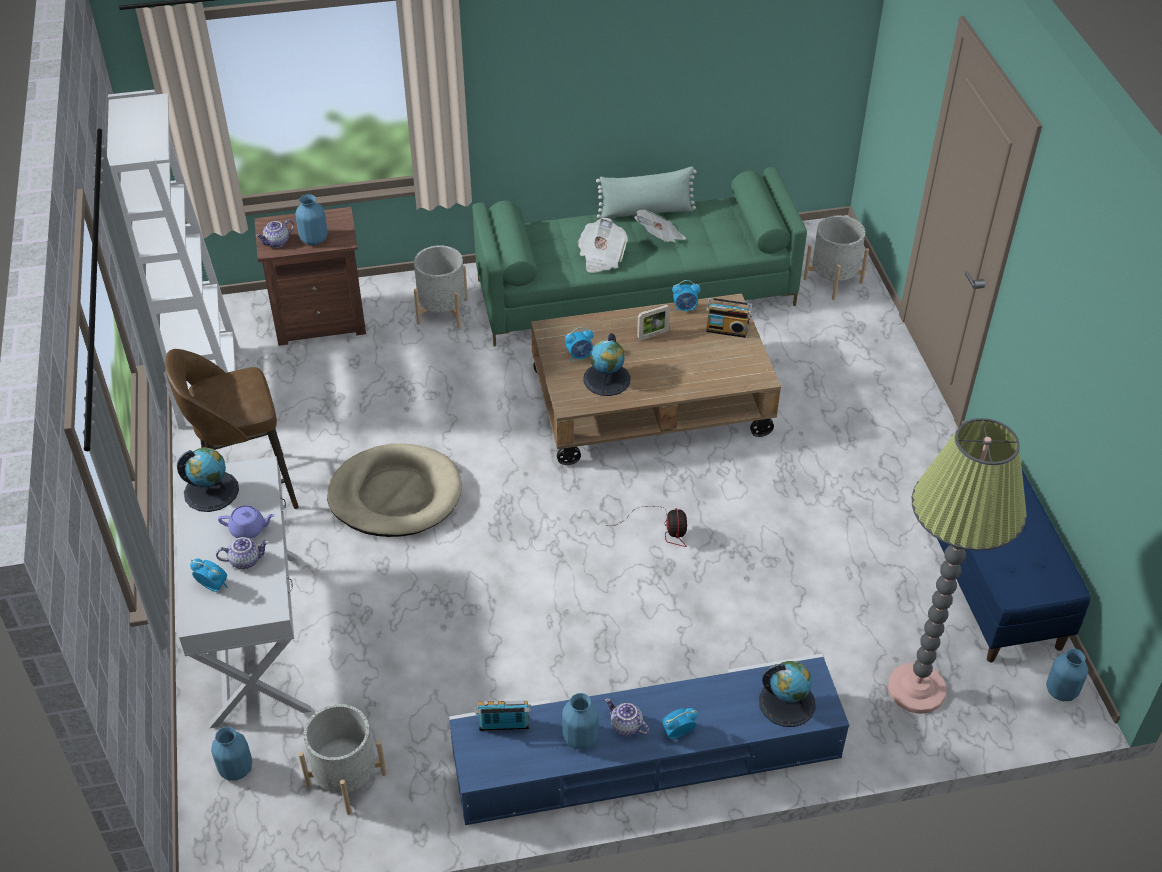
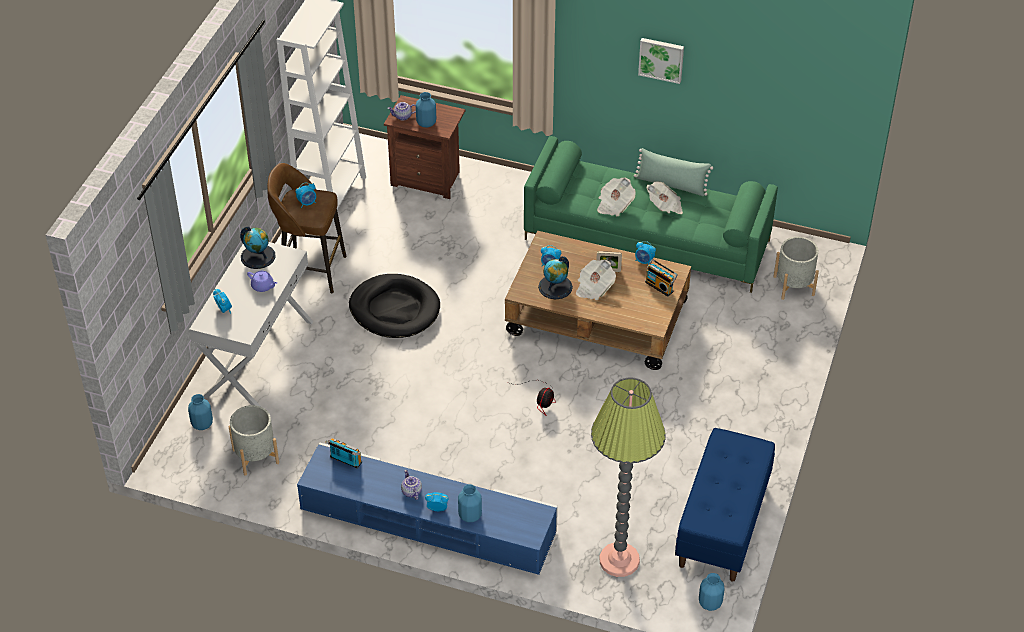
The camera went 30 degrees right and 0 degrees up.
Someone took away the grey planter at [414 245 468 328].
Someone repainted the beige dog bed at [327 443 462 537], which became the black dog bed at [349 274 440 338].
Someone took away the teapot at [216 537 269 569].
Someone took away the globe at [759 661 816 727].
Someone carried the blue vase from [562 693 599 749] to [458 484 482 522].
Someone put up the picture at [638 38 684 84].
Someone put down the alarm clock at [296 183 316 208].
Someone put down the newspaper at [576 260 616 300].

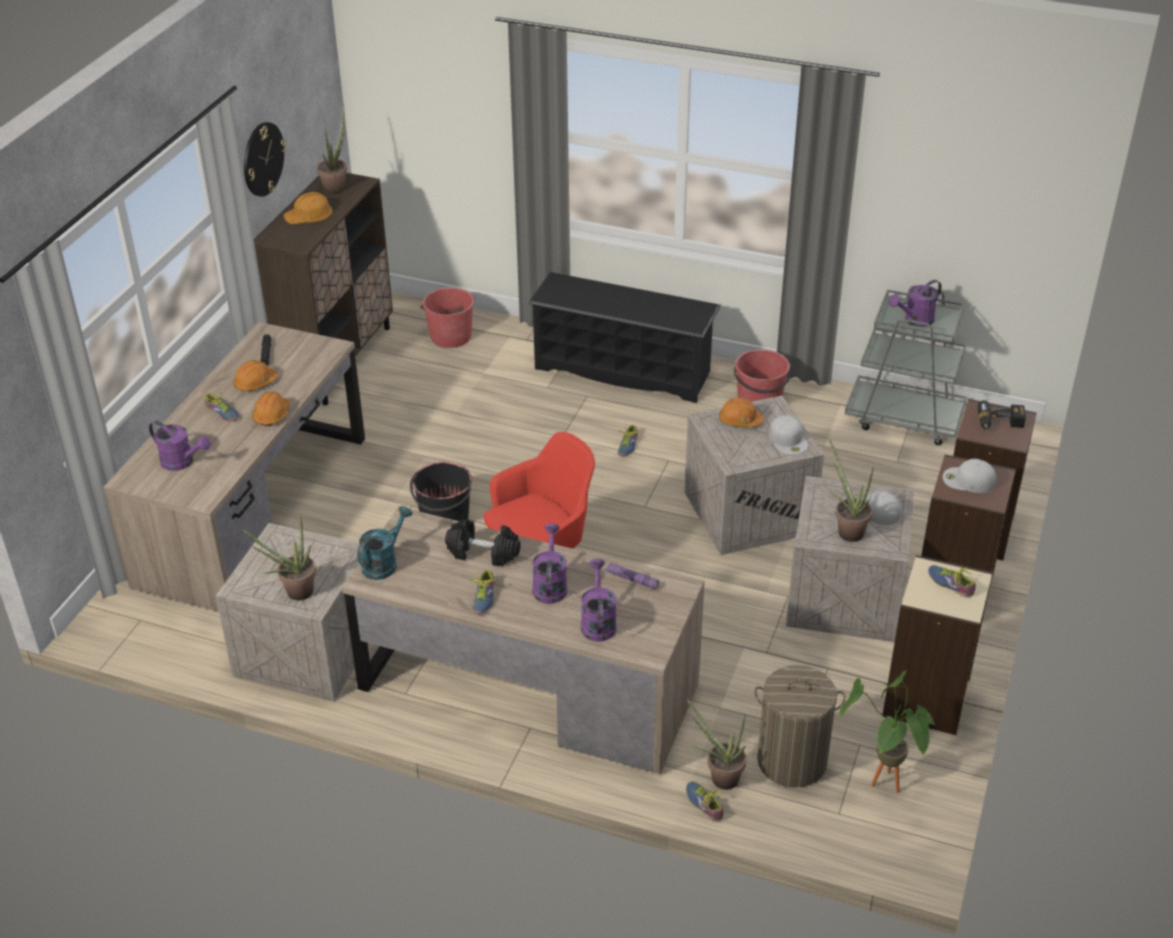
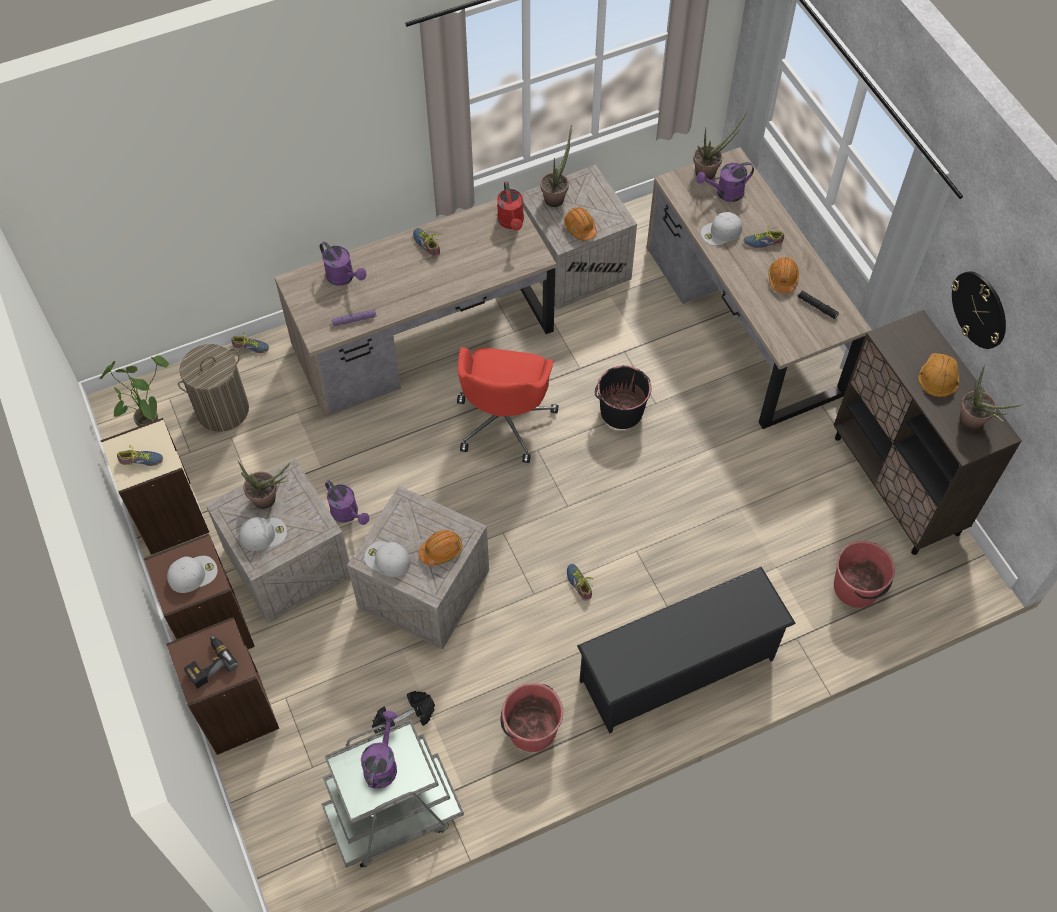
The camera went 135 degrees right and 20 degrees up.
Someone carried the orange hard hat from [252 391 290 426] to [564 207 597 241].
Someone repainted the turquoise watering can at [357 506 412 580], which became the red watering can at [497 182 524 231].
Someone carried the black dumbbell from [445 519 521 566] to [372 691 435 735].
Someone carried the purple watering can from [532 523 567 604] to [325 481 369 525].
Someone carried the potted plant from [685 697 746 790] to [693 112 747 180].
Someone put down the white cap at [701 212 742 246].

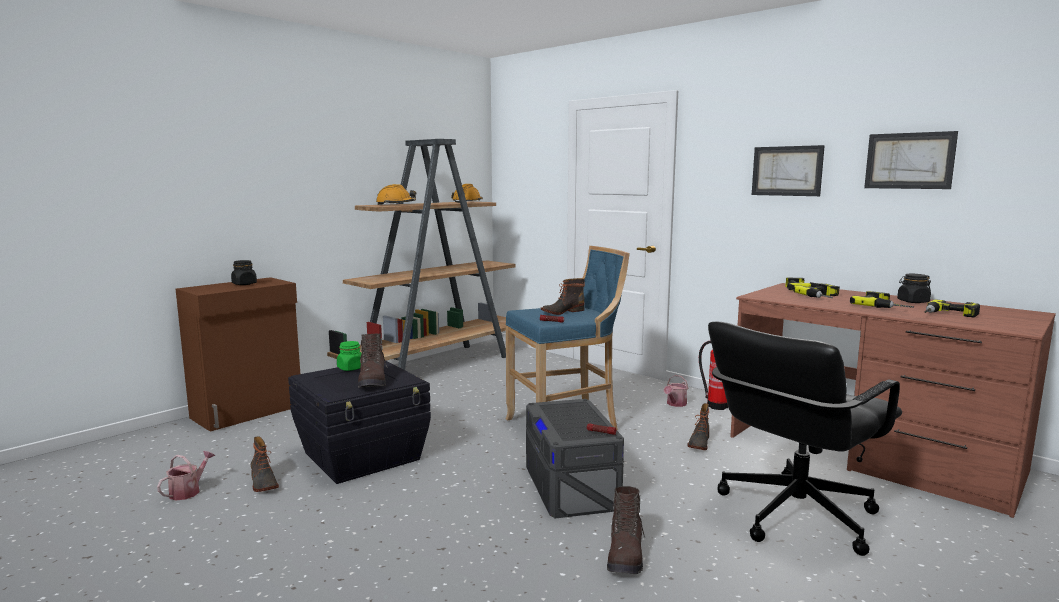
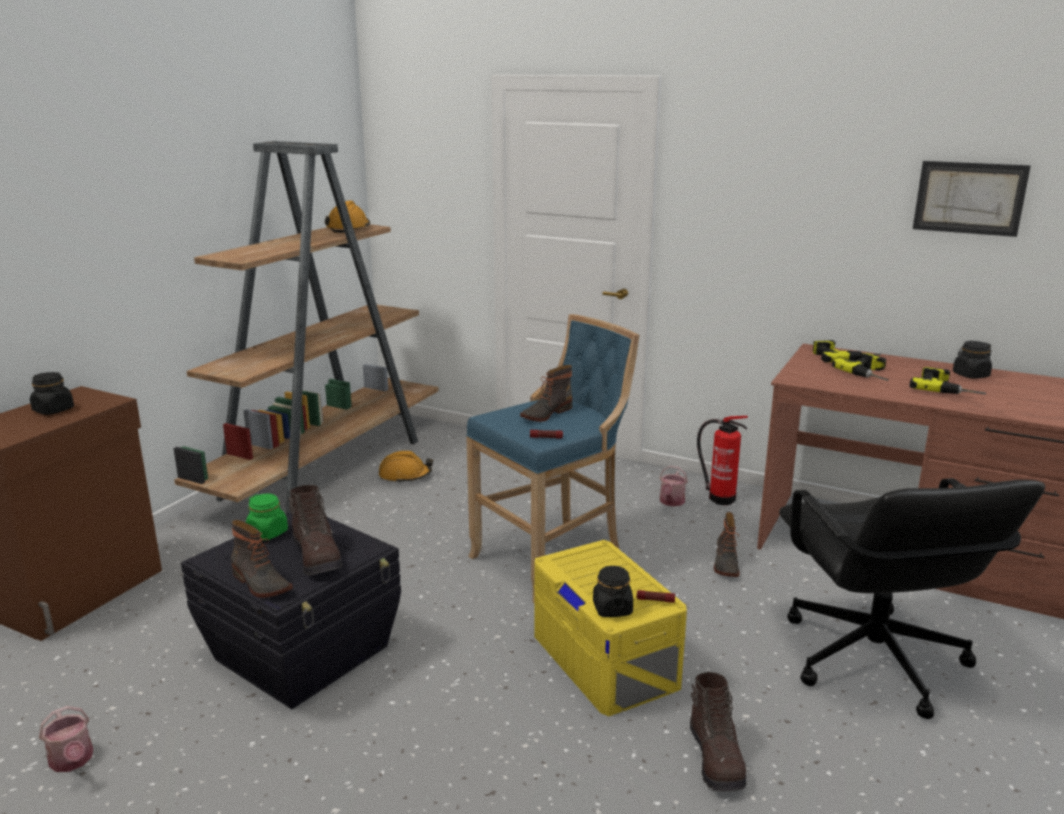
The camera went 15 degrees left and 10 degrees up.
Someone took away the picture at [752 145 825 196].
Someone carried the orange hard hat from [376 184 416 205] to [379 451 433 483].
Someone took away the power drill at [924 299 980 318].
Someone rotated the black office chair at [708 322 902 556] by 45 degrees counterclockwise.
Someone repainted the grey storage box at [526 399 624 518], which became the yellow storage box at [534 540 687 716].
Someone carried the boot from [251 436 279 492] to [231 520 293 598].
Someone rotated the watering can at [157 451 215 501] by 135 degrees clockwise.
Someone put down the black jar at [593 565 633 617].

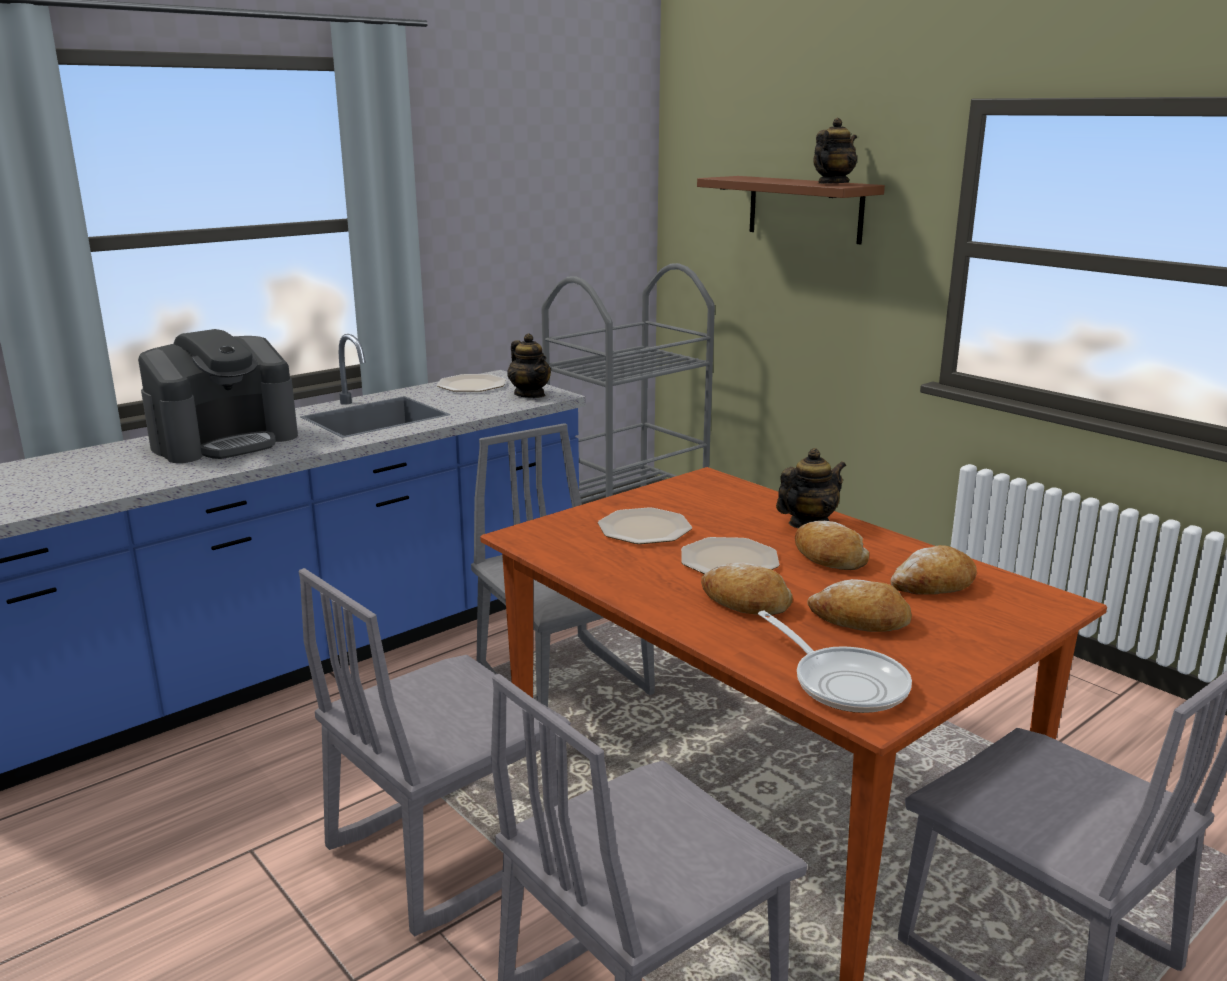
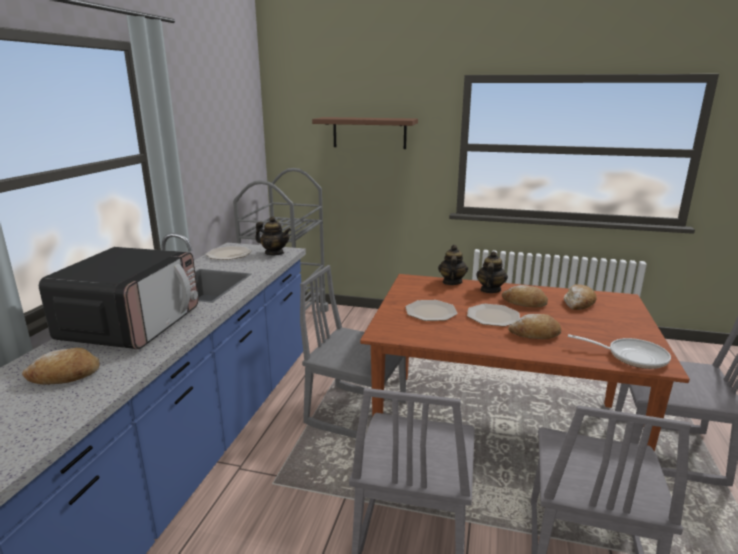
The camera went 35 degrees left and 0 degrees up.
Someone carried the teapot from [813 118 857 184] to [438 245 468 285].
Someone swapped the coffee machine at [138 329 298 463] for the microwave at [39 247 198 349].
Someone carried the bread from [807 579 912 632] to [22 348 99 385].

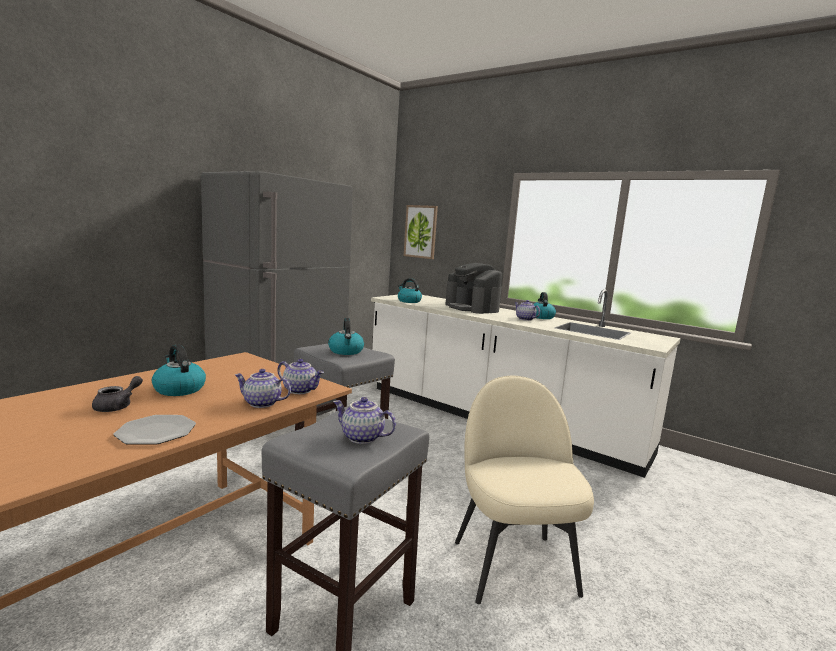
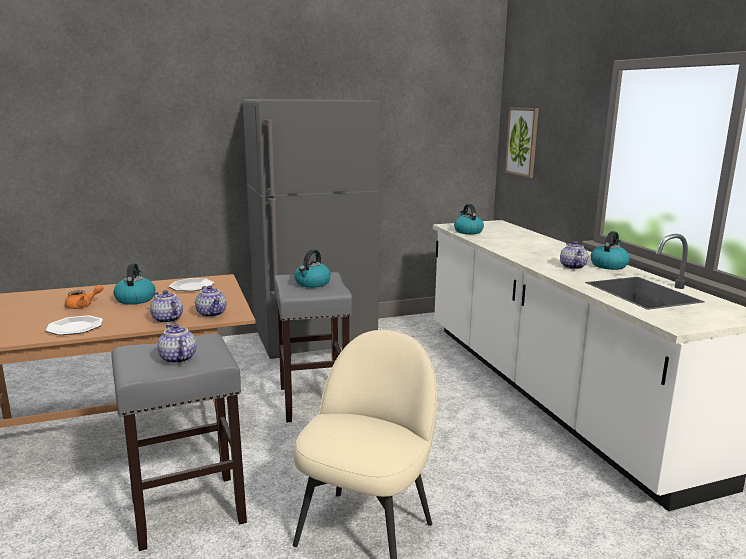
The camera went 35 degrees right and 5 degrees up.
Someone took away the coffee machine at [445 263 502 314].
Someone repainted the grey teapot at [92 376 143 412], which became the orange teapot at [65 285 103 309].
Someone put down the plate at [169 278 214 291].

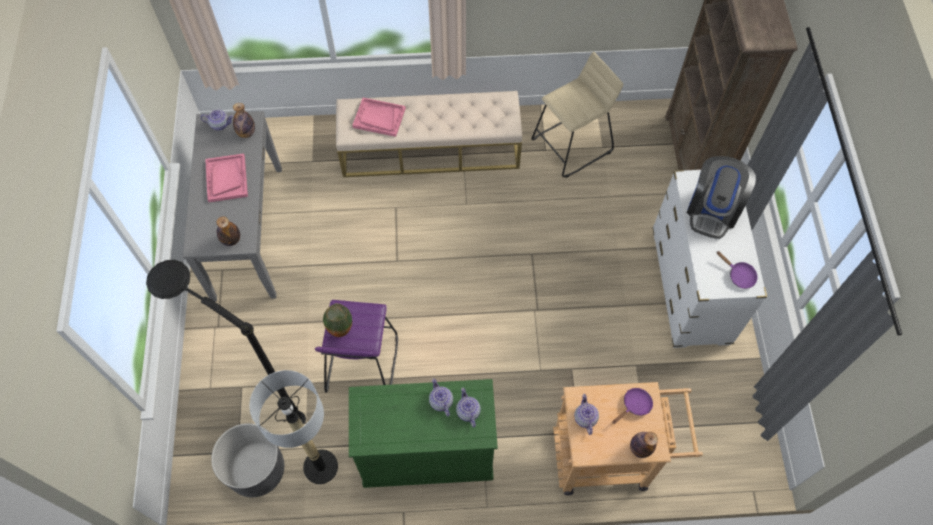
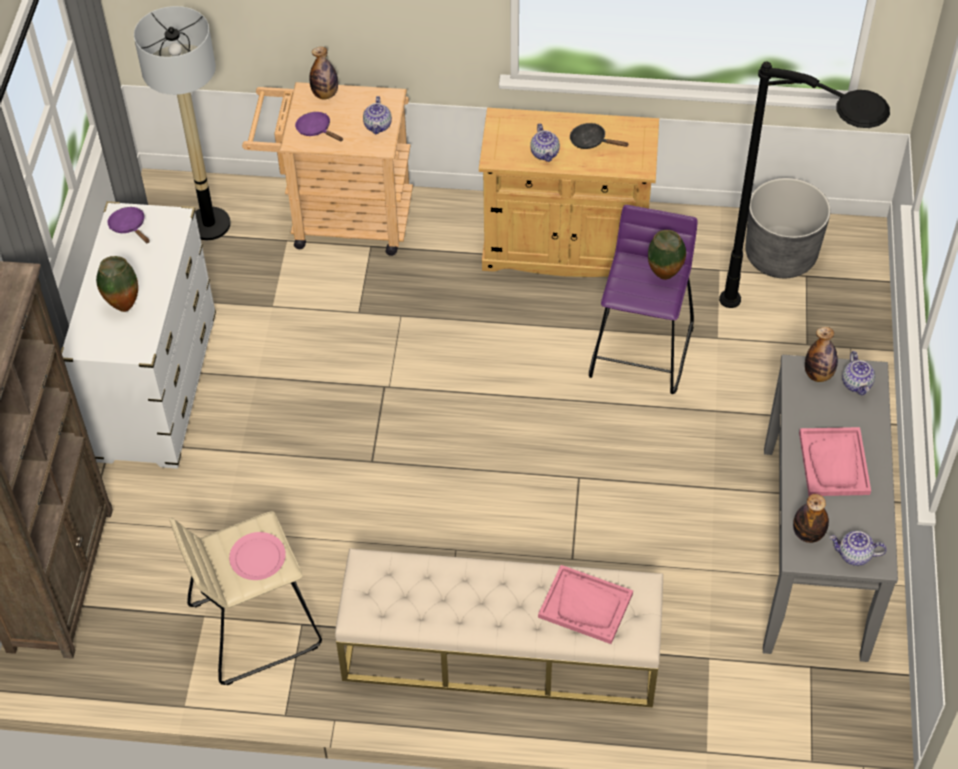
The camera went 170 degrees left and 10 degrees down.
Someone swapped the coffee machine at [687 156 756 239] for the vase at [96 256 138 312].
Someone carried the floor lamp from [250 370 338 484] to [134 6 231 240].
Someone repainted the green cabinet at [349 379 498 488], which became the beige cabinet at [479 108 659 277].
Someone carried the teapot from [456 388 481 428] to [842 351 875 396].
Someone rotated the purple frying pan at [612 388 653 424] by 75 degrees clockwise.
Someone put down the black frying pan at [570 123 628 149].
Someone put down the pink plate at [229 532 286 580].

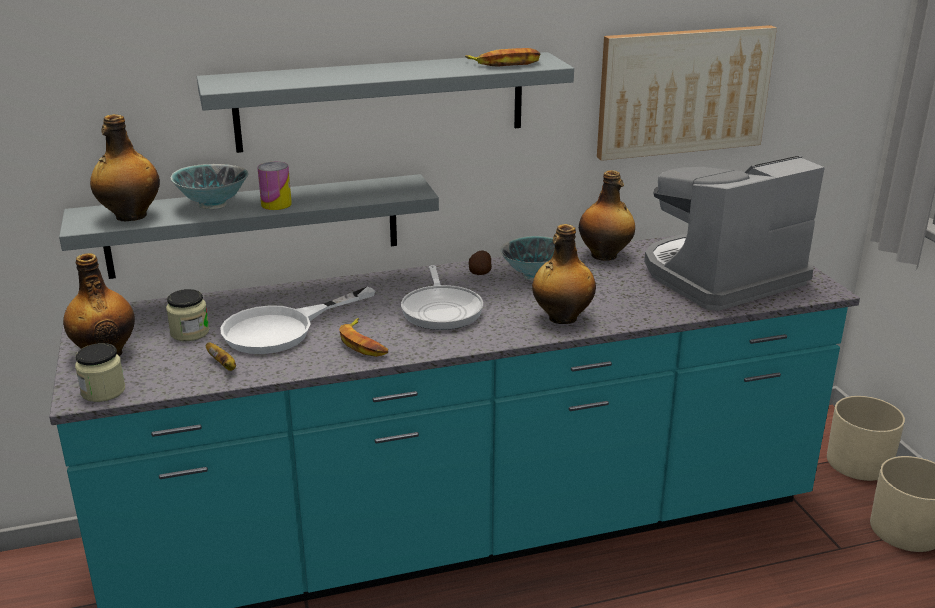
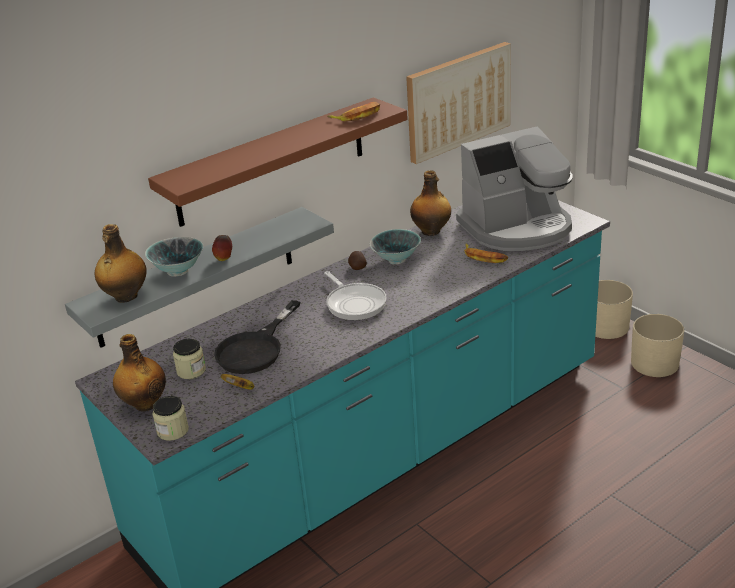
The camera went 20 degrees left and 5 degrees up.
Someone repainted the grey shelf at [197 52 574 153], which became the brown shelf at [148 97 408 227].
Someone rotated the coffee machine at [644 155 825 311] by 150 degrees counterclockwise.
Someone swapped the can at [258 162 292 210] for the apple at [212 235 232 261].
Someone took away the bottle at [532 224 596 324].
Someone repainted the white frying pan at [220 287 375 354], which became the black frying pan at [214 300 300 374].
Someone carried the banana from [339 318 388 357] to [464 243 508 263].

